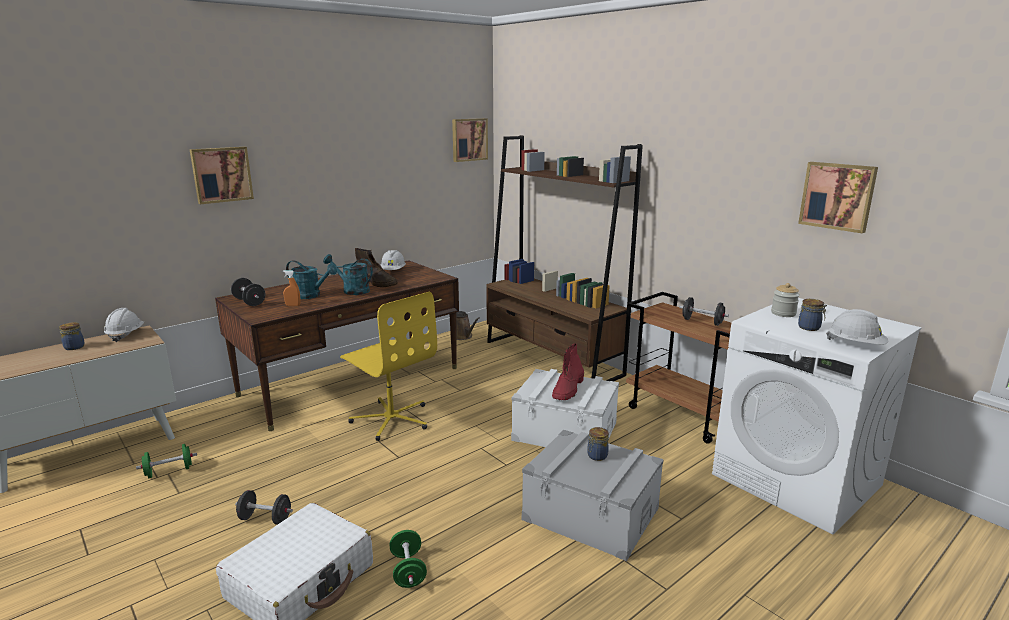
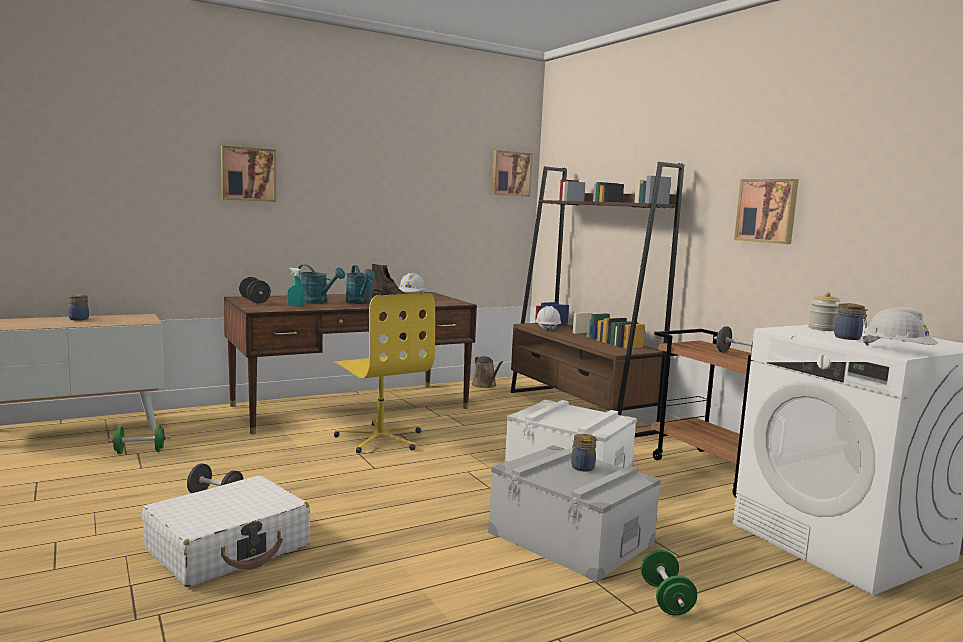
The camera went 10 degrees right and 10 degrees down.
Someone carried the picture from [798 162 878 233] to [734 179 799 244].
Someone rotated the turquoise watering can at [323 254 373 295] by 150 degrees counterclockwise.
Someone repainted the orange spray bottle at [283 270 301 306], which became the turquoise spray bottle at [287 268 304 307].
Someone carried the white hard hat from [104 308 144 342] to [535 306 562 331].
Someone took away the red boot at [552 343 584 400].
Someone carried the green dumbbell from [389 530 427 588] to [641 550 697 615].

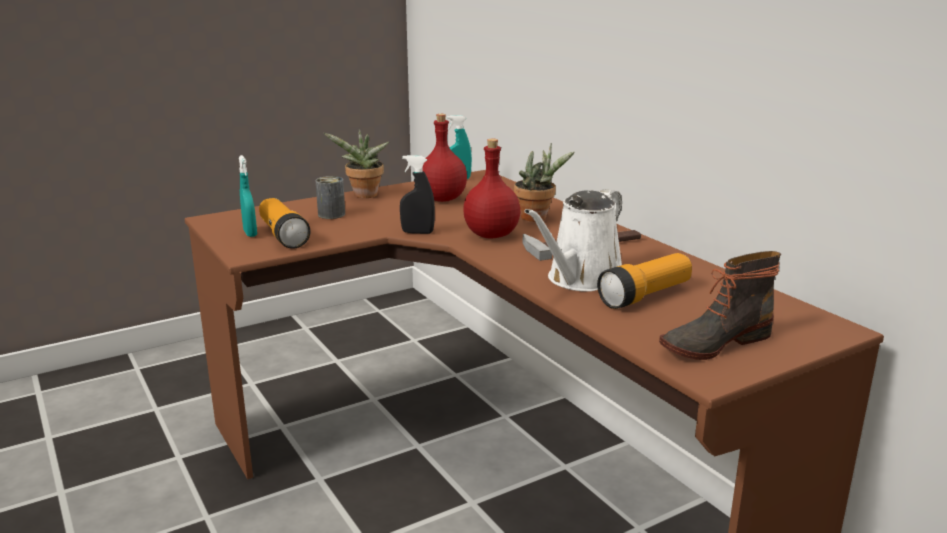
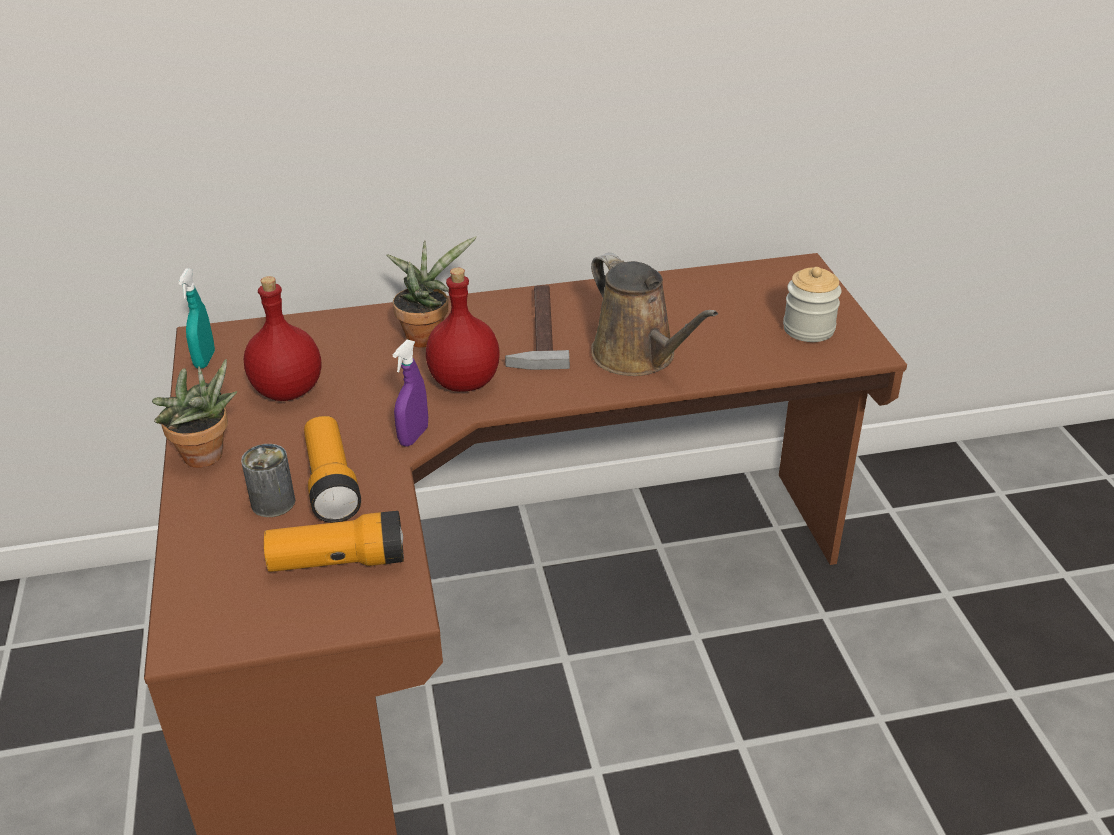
The camera went 70 degrees left and 15 degrees up.
Someone took away the turquoise spray bottle at [239 155 257 237].
Someone repainted the black spray bottle at [400 155 435 234], which became the purple spray bottle at [393 340 428 446].
Someone repainted the white watering can at [524 189 622 292], which became the brown watering can at [591 252 718 376].
Someone swapped the boot at [659 251 781 360] for the jar at [783 267 842 342].
Someone carried the flashlight from [597 253 692 309] to [304 416 361 523].

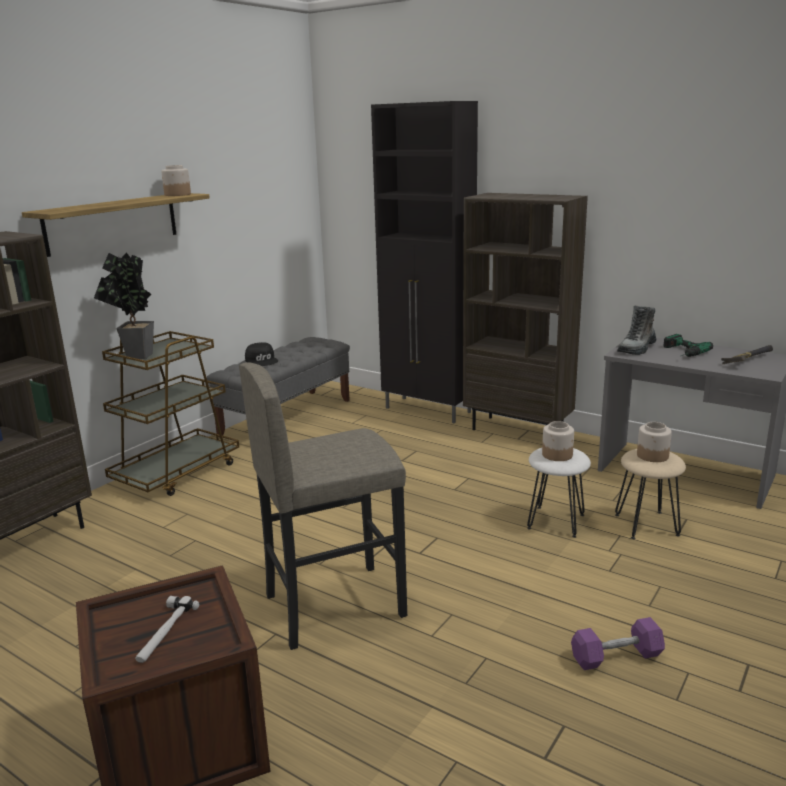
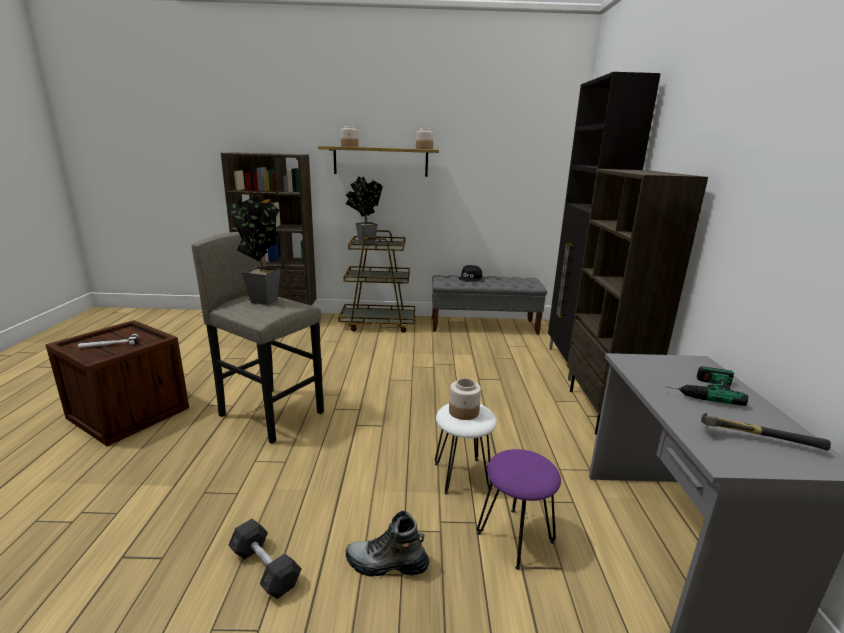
The camera went 55 degrees right and 0 degrees up.
Someone carried the boot from [617 306 657 355] to [346 511 429 577].
Someone carried the jar from [637 422 672 462] to [341 126 358 147].
Someone repainted the beige stool at [615 449 686 539], which became the purple stool at [477 449 561 570].
Someone repainted the purple dumbbell at [571 617 665 670], which became the grey dumbbell at [229 519 302 599].
Someone put down the potted plant at [227 195 281 305].

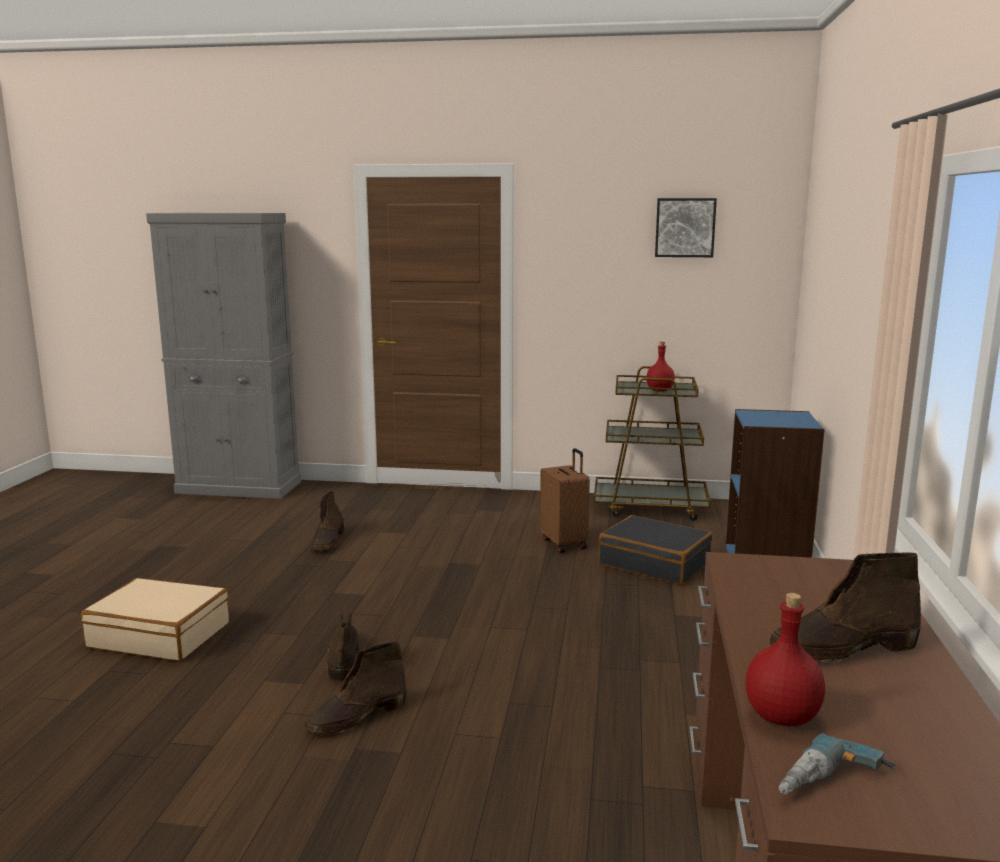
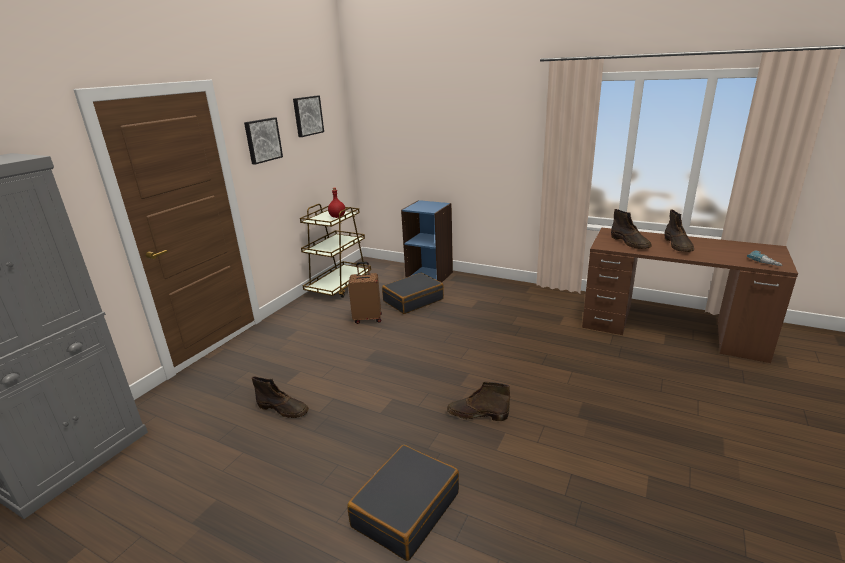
The camera went 70 degrees left and 10 degrees up.
Someone repainted the beige suitcase at [81 578 229 661], which became the black suitcase at [347 445 459 561].
Someone took away the red bottle at [745 593 825 726].
Someone carried the brown boot from [304 641 406 735] to [611 209 652 249].
Someone put up the picture at [244 117 283 165].

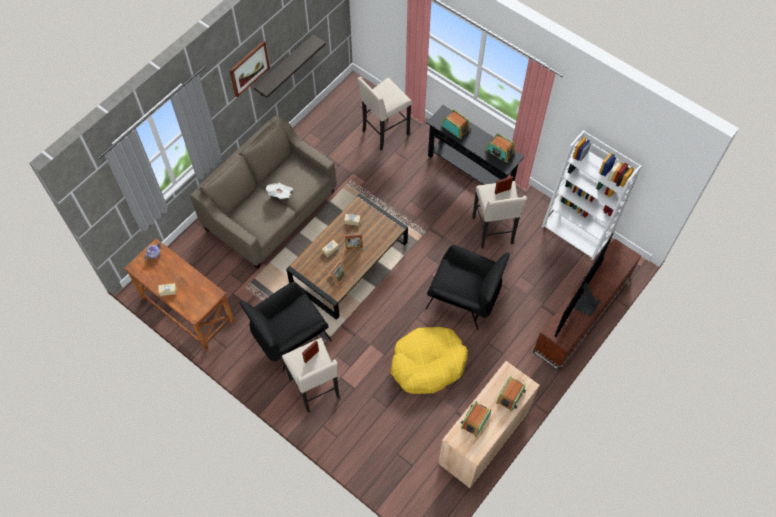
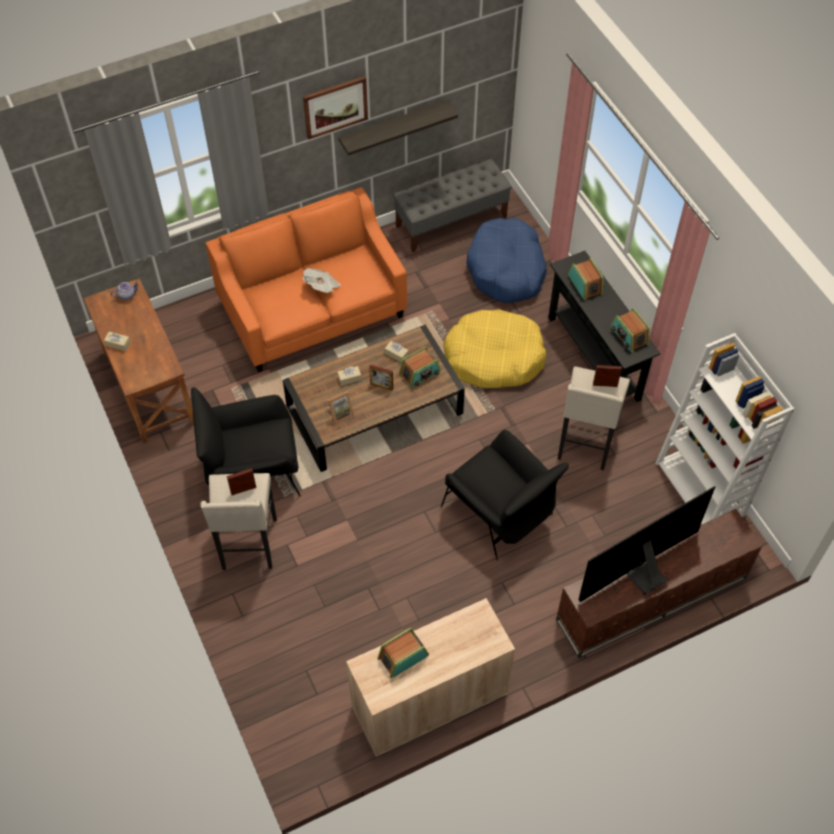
The camera went 25 degrees right and 5 degrees down.
Someone swapped the beige stool at [358 77 412 151] for the blue dog bed at [467 218 547 303].
Someone repainted the beige sofa at [190 115 337 269], which became the orange sofa at [205 187 407 372].
Someone carried the yellow dog bed from [390 327 468 394] to [443 309 546 388].
Someone carried the radio from [496 376 526 412] to [399 347 441 388].
Someone put down the grey bench at [393 159 512 252].

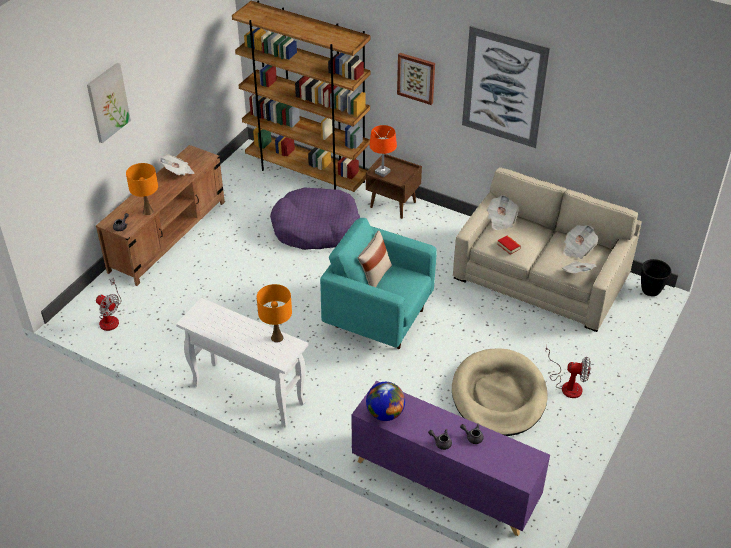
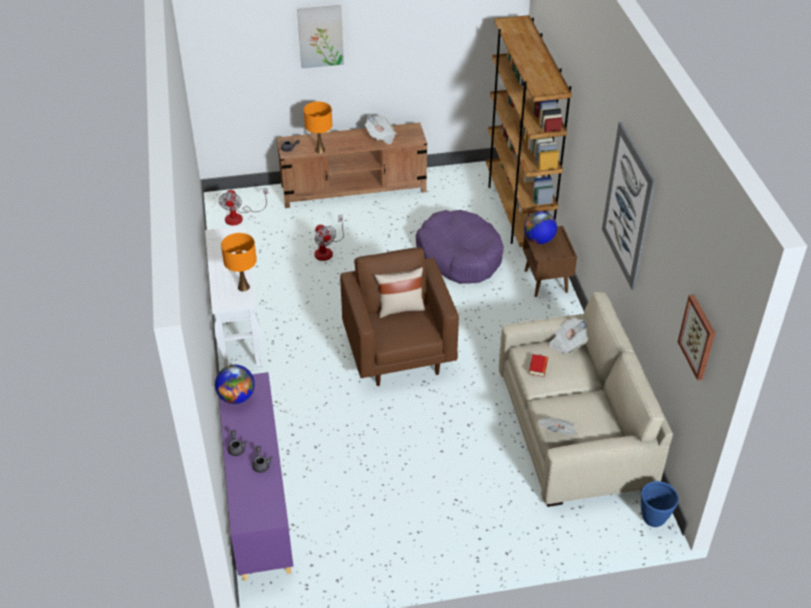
The camera went 50 degrees right and 0 degrees up.
Someone carried the picture from [397 53 435 105] to [678 295 715 380].
Someone swapped the orange table lamp at [369 125 397 177] for the globe at [524 211 557 244].
Someone repainted the turquoise armchair at [320 218 437 349], which became the brown armchair at [340 247 459 386].
Someone took away the newspaper at [562 225 598 259].
Someone repainted the black planter at [641 259 672 296], which became the blue planter at [641 481 679 527].
Someone carried the fan from [545 345 591 398] to [314 215 344 261].
Someone took away the beige dog bed at [452 348 547 436].

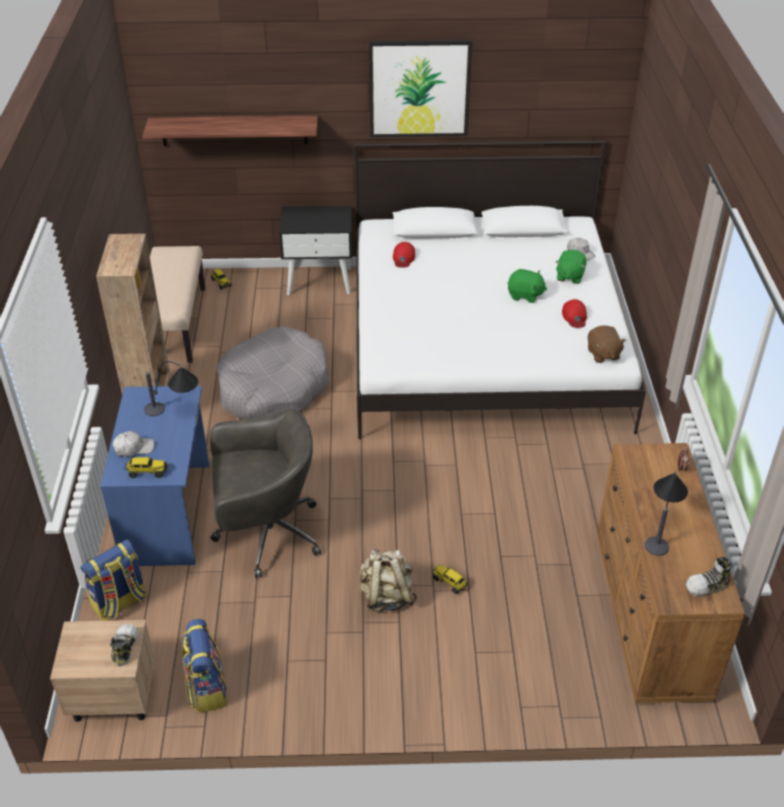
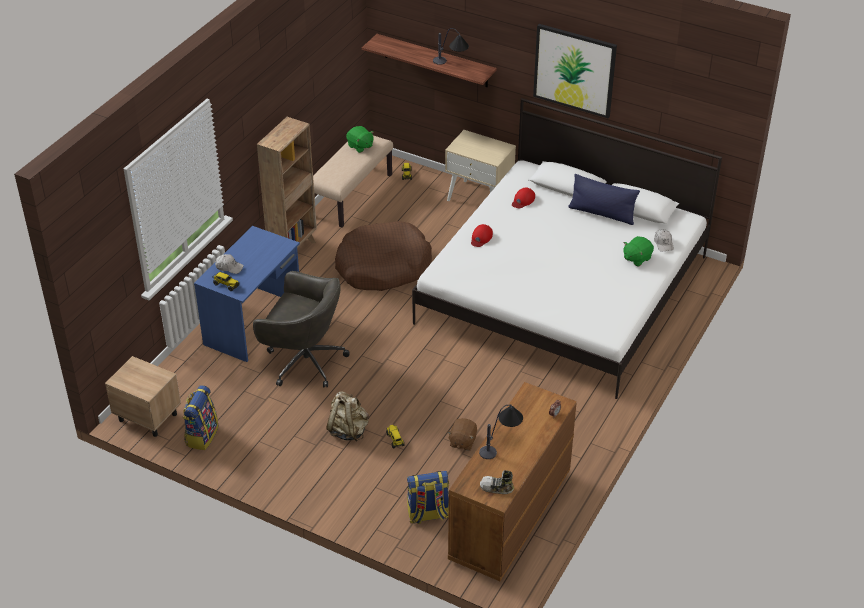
The camera went 30 degrees right and 0 degrees up.
Someone repainted the black nightstand at [279 206 352 295], which became the beige nightstand at [445 130 516 201].
Someone carried the green plush toy from [507 269 547 303] to [346 126 374 153].
Someone carried the red cap from [562 299 587 328] to [471 224 493 247].
Someone carried the brown plush toy from [588 325 626 363] to [447 418 477 451].
Someone repainted the grey dog bed at [217 326 329 420], which became the brown dog bed at [335 221 432 291].
Someone carried the table lamp from [144 361 198 416] to [433 28 469 65].
Someone carried the backpack from [80 540 147 621] to [407 471 449 525].
Someone took away the shoe at [110 624 138 667].
Someone put down the blue pillow at [568 174 640 225].

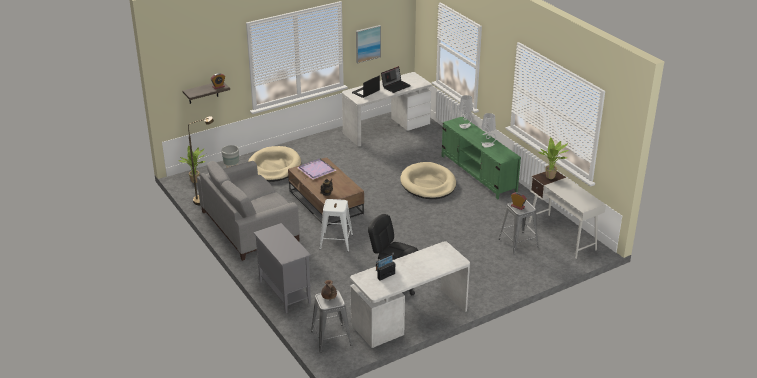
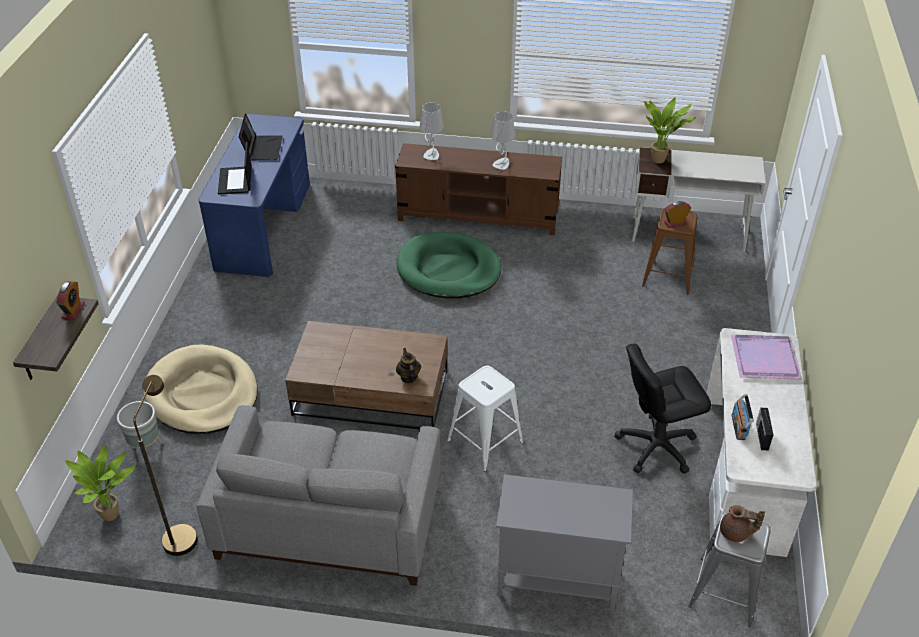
The camera went 50 degrees left and 10 degrees up.
Someone took away the picture at [356 25 381 63].
Someone repainted the white desk at [342 72 432 146], which became the blue desk at [198 114 310 277].
Someone repainted the green tv stand at [441 117 521 199], which became the brown tv stand at [395 143 562 235].
Someone carried the purple tray from [297 158 337 180] to [731 335 802 380].
Someone repainted the beige dog bed at [400 162 456 199], which became the green dog bed at [397 232 501 299].
Someone repainted the grey stool at [499 200 539 255], which became the brown stool at [642 208 698 294].

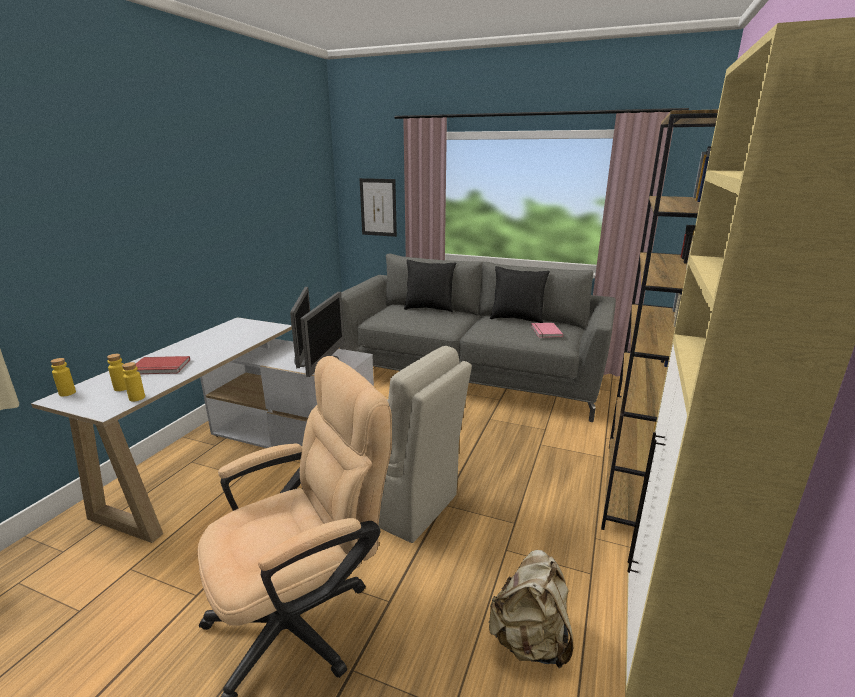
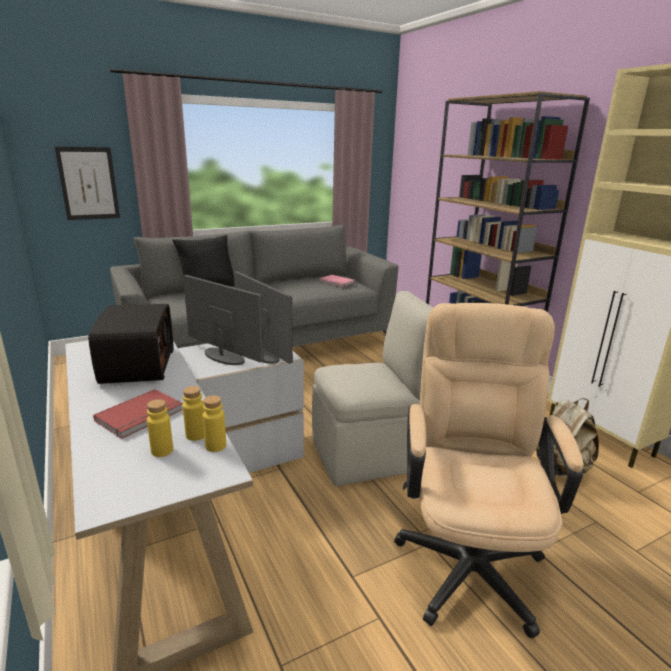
The camera went 50 degrees left and 0 degrees up.
Someone took away the black pillow at [490 266 550 323].
Someone carried the yellow bottle from [50 358 76 396] to [183 386 205 441].
Someone put down the radio at [88 304 174 384].

